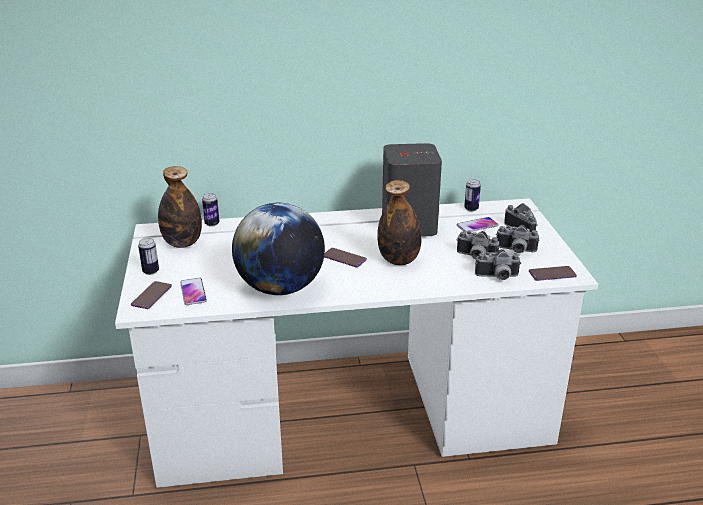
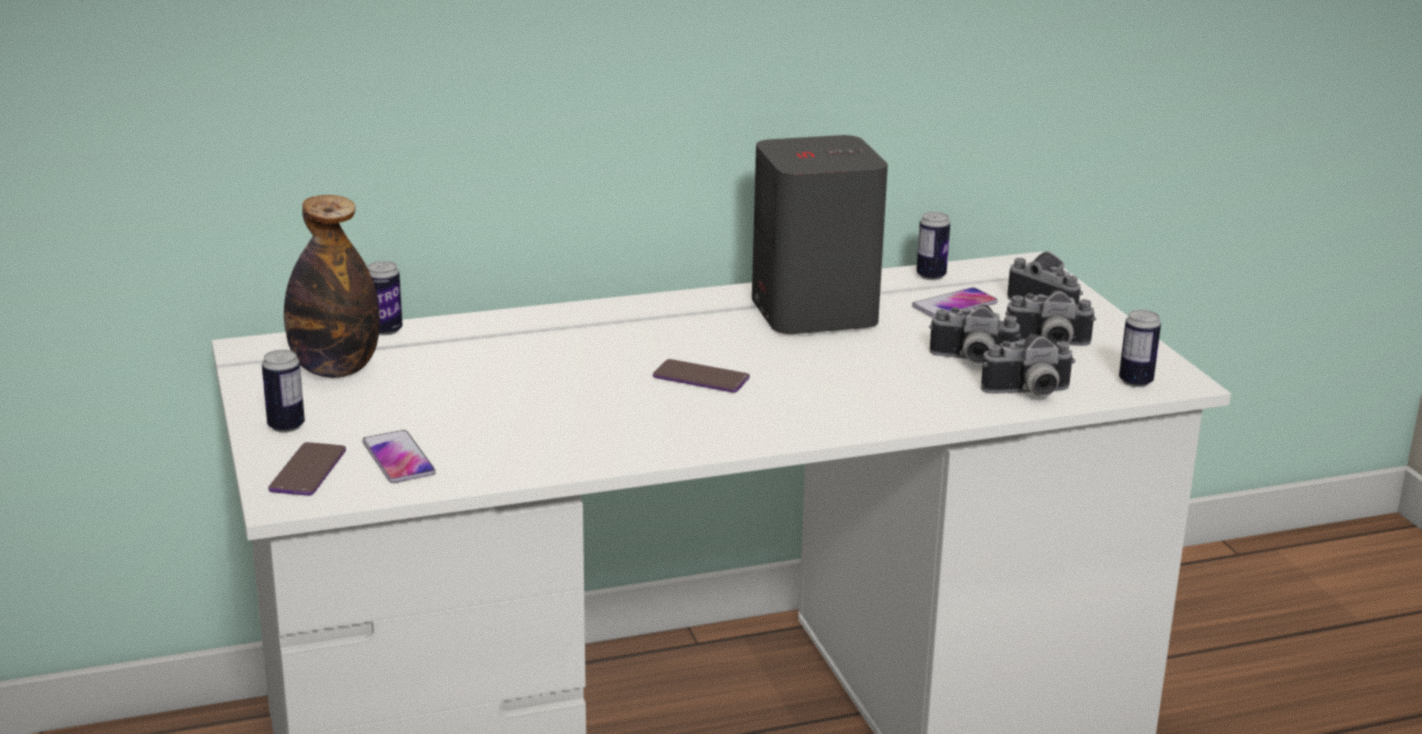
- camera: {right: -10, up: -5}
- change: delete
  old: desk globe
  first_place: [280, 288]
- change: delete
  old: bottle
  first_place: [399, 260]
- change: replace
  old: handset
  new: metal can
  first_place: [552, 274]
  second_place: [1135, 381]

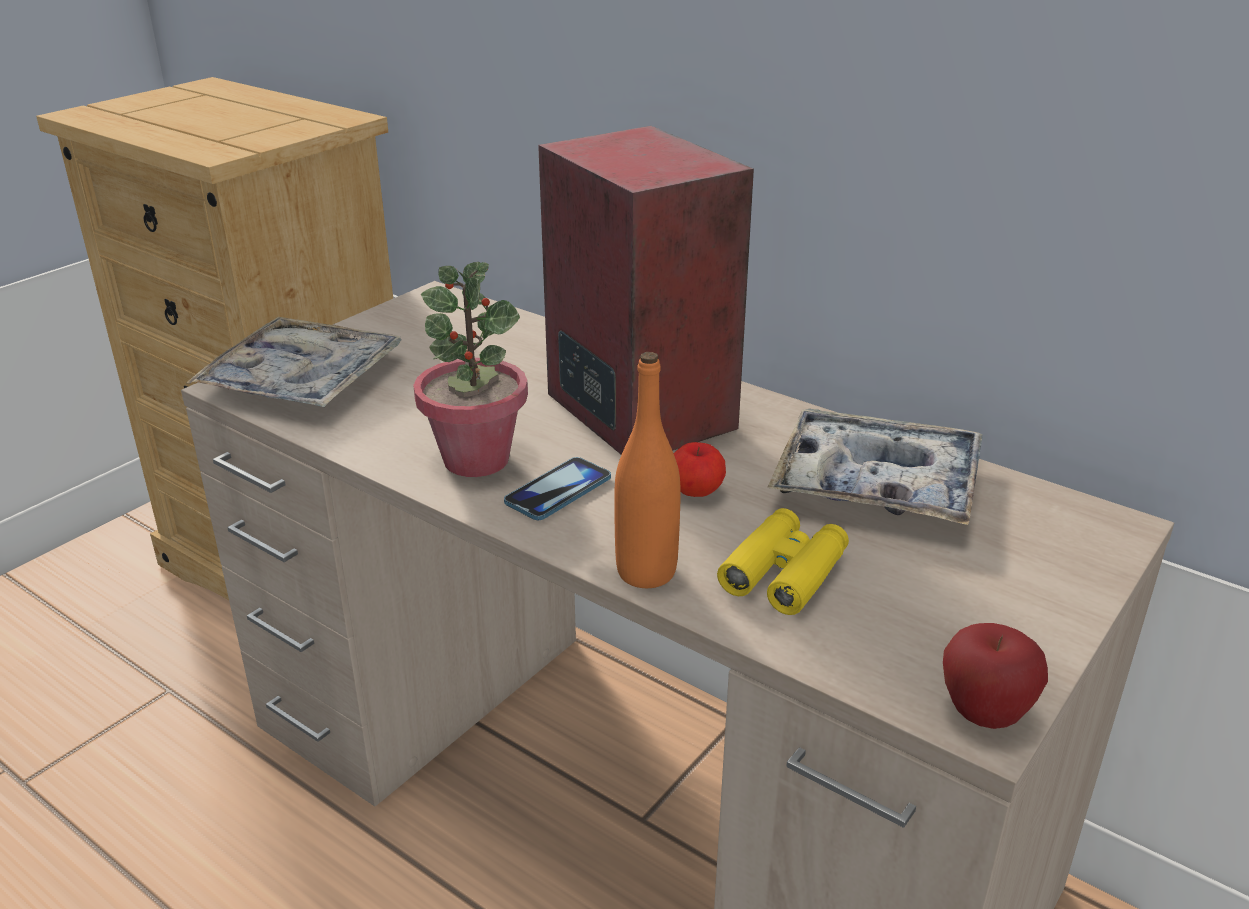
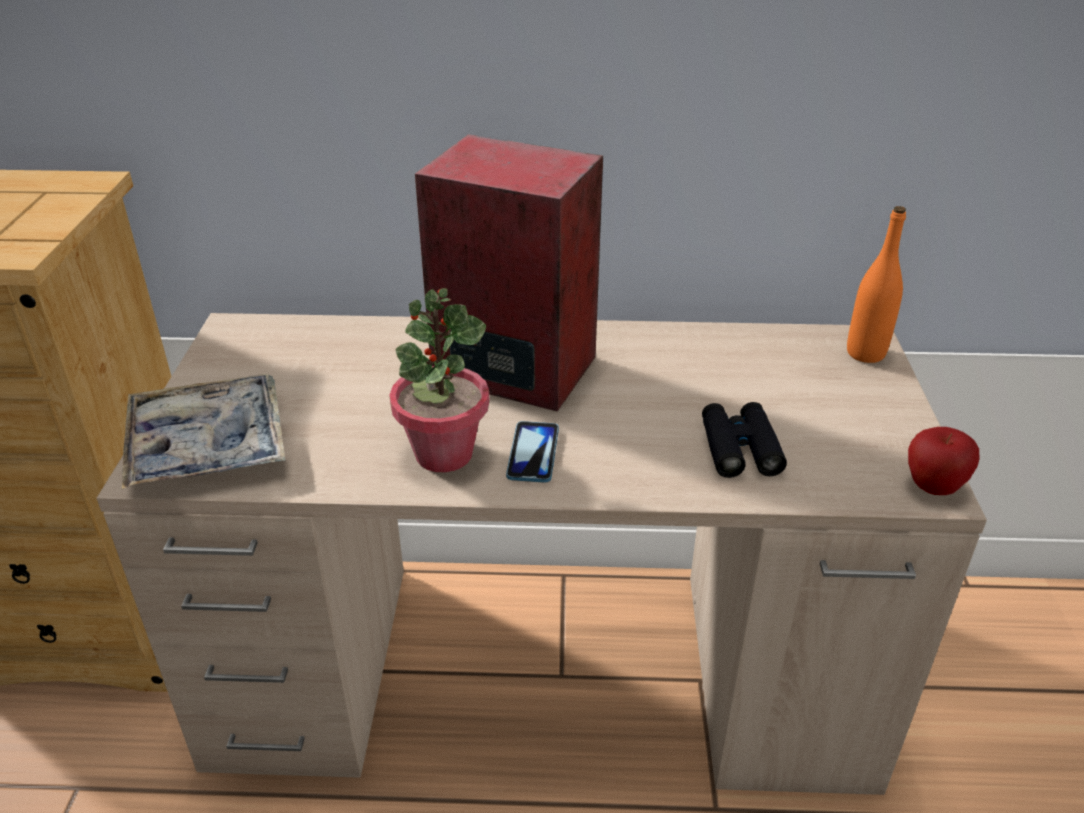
- camera: {right: -35, up: 5}
- change: delete
  old: apple fruit
  first_place: [695, 492]
- change: delete
  old: tray
  first_place: [877, 484]
- change: move
  old: bottle/orange
  first_place: [646, 572]
  second_place: [865, 353]
- change: recolor
  old: binoculars/yellow-coloured
  new: binoculars/black
  first_place: [784, 573]
  second_place: [739, 448]

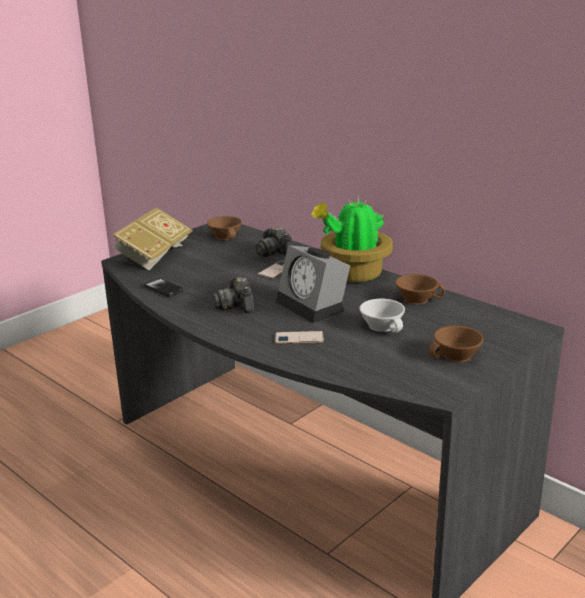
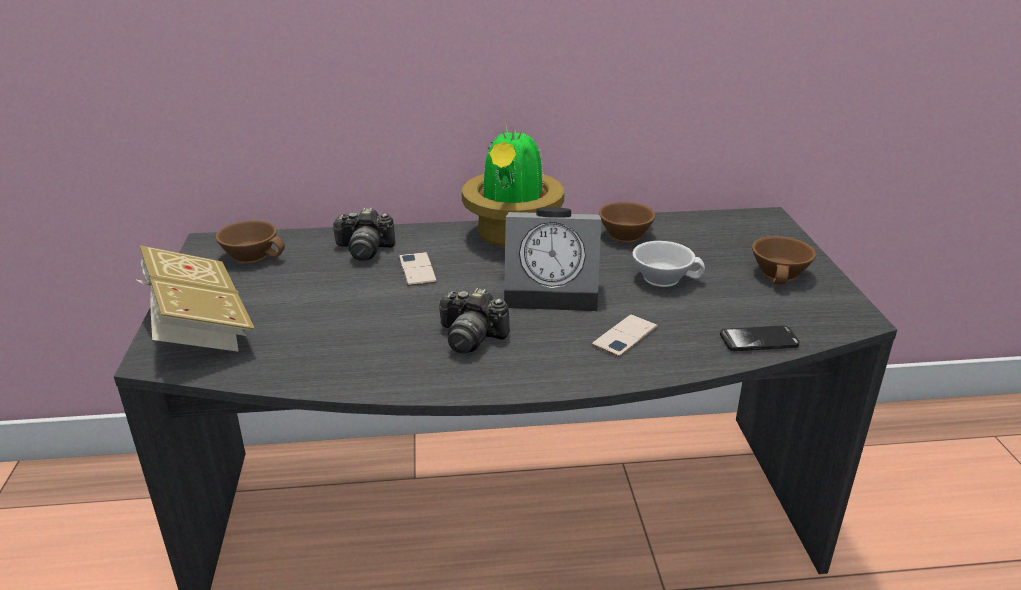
- camera: {right: -50, up: 5}
- change: move
  old: handset
  first_place: [164, 288]
  second_place: [758, 340]

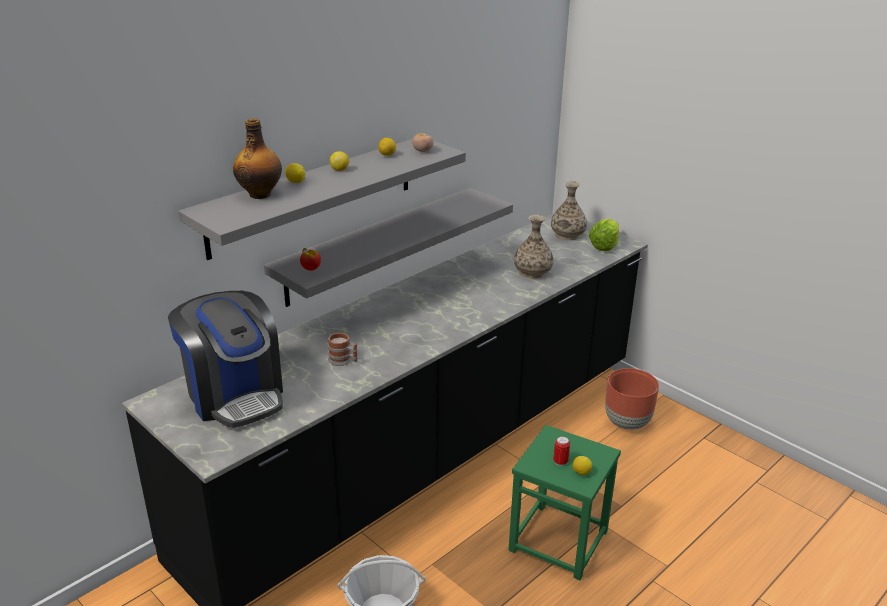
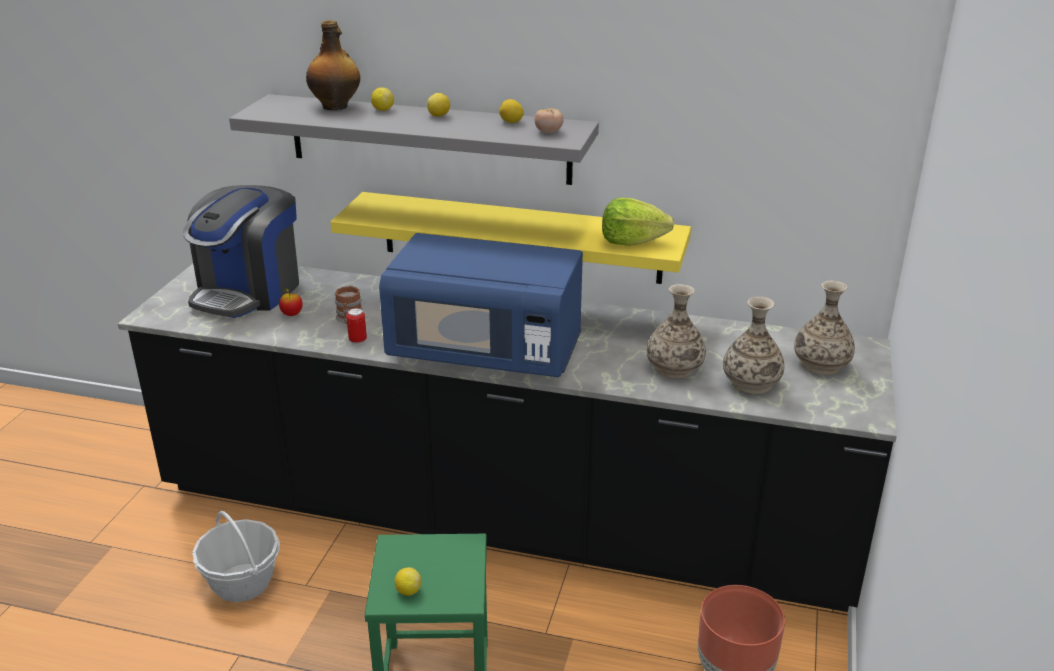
- camera: {right: 60, up: 0}
- change: insert
  new: kitchen microwave/blue-coloured
  second_place: [486, 352]
- change: insert
  new: flower vase
  second_place: [751, 382]
- change: move
  old: apple fruit
  first_place: [311, 269]
  second_place: [292, 314]
- change: move
  old: metal can
  first_place: [560, 462]
  second_place: [358, 341]
- change: move
  old: head of lettuce
  first_place: [604, 246]
  second_place: [632, 242]
- change: recolor
  old: bracket shelf/gray
  new: bracket shelf/yellow-coloured
  first_place: [377, 245]
  second_place: [520, 237]

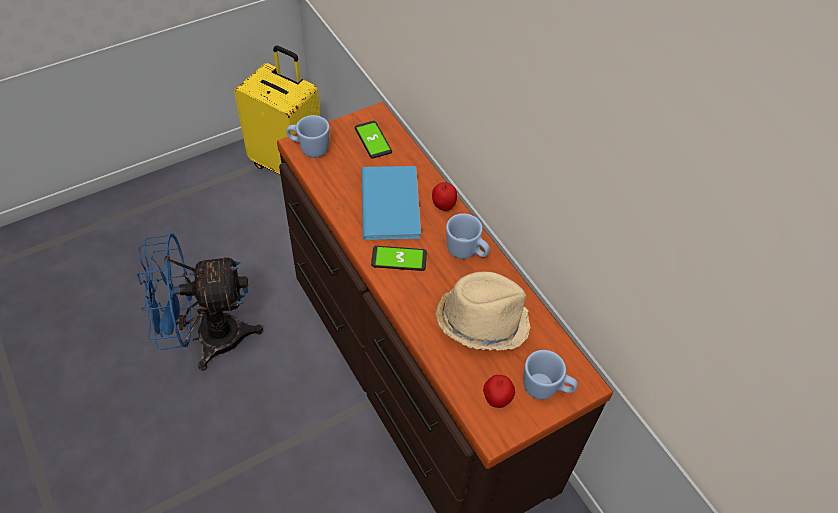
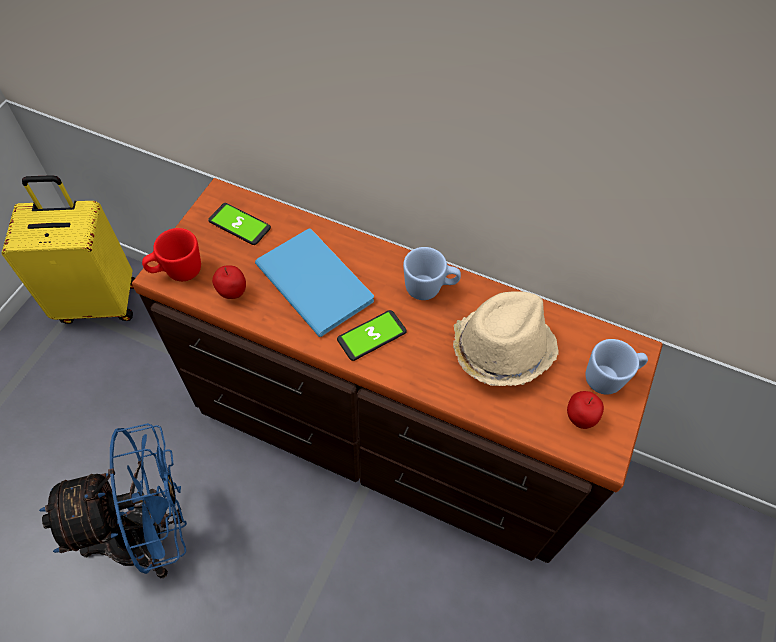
- camera: {right: -35, up: 5}
- change: move
  old: apple fruit
  first_place: [443, 207]
  second_place: [233, 293]
- change: recolor
  old: coffee mug/blue-coloured
  new: coffee mug/red
  first_place: [309, 148]
  second_place: [177, 272]
- change: rotate
  old: cooling fan/blue-coloured
  first_place: [207, 338]
  second_place: [152, 535]
  degrees: -150

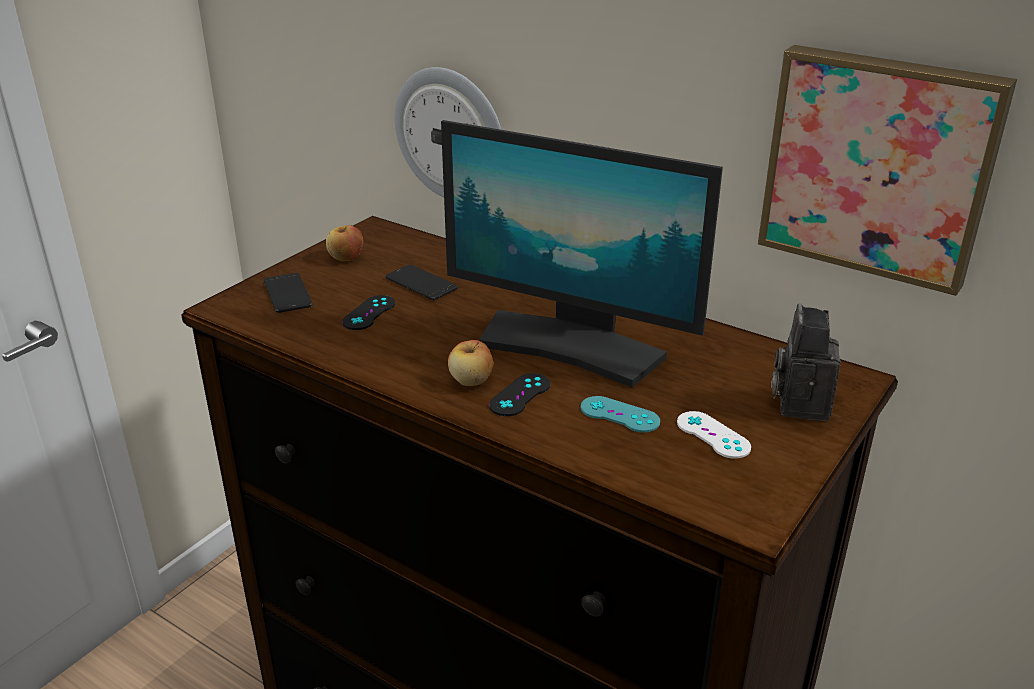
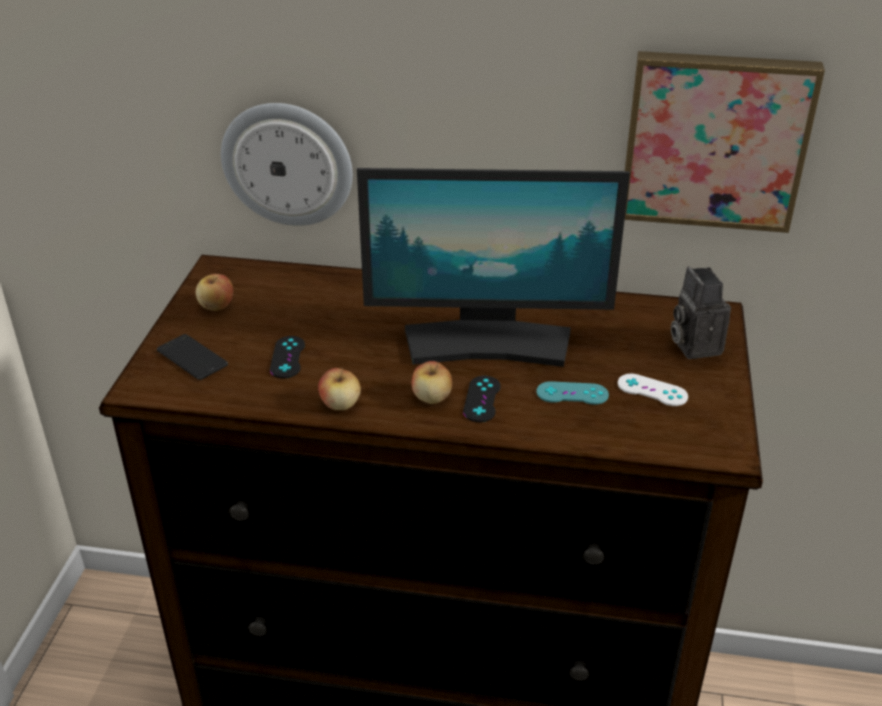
- camera: {right: -25, up: 5}
- change: delete
  old: handset
  first_place: [421, 283]
- change: insert
  new: apple fruit
  second_place: [340, 404]

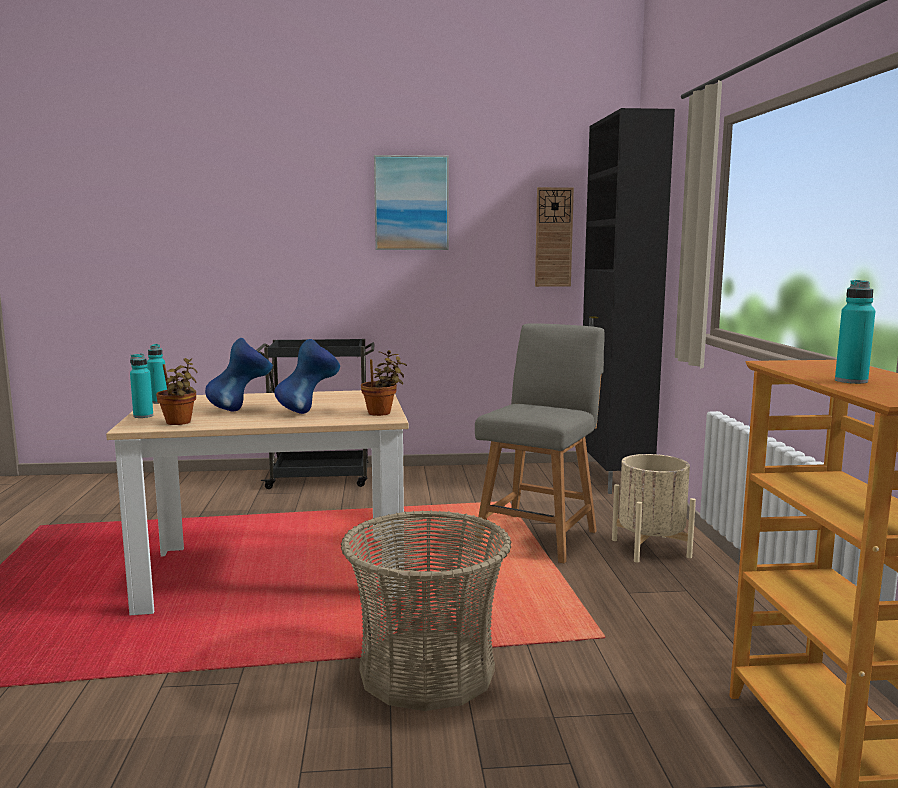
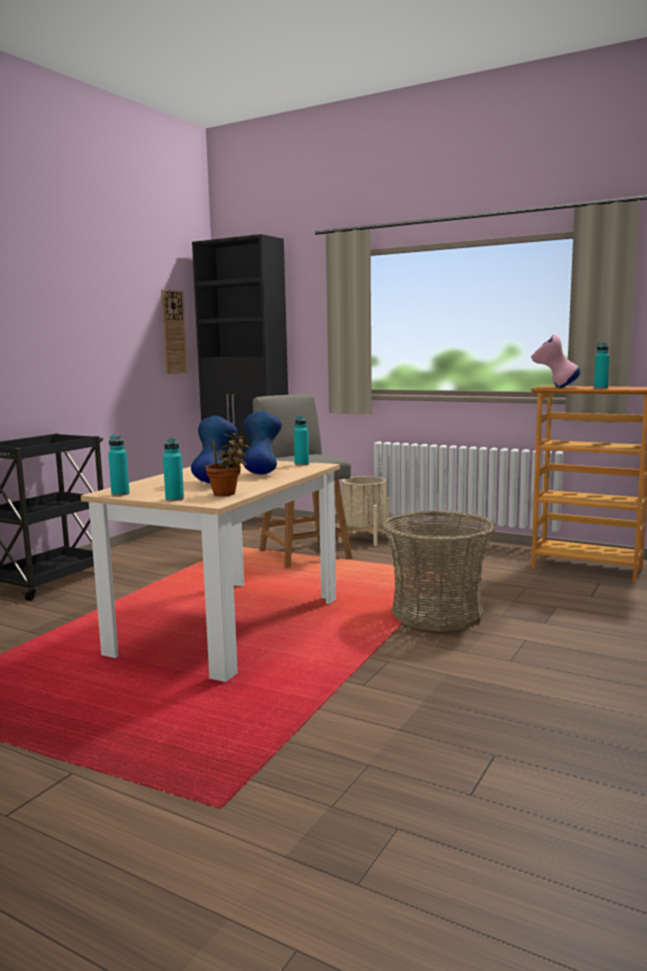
- camera: {right: -55, up: 0}
- change: delete
  old: picture
  first_place: [411, 203]
- change: insert
  new: flower vase/pinkish
  second_place: [554, 387]
- change: replace
  old: houseplant
  new: bottle/blue-green
  first_place: [382, 413]
  second_place: [301, 464]

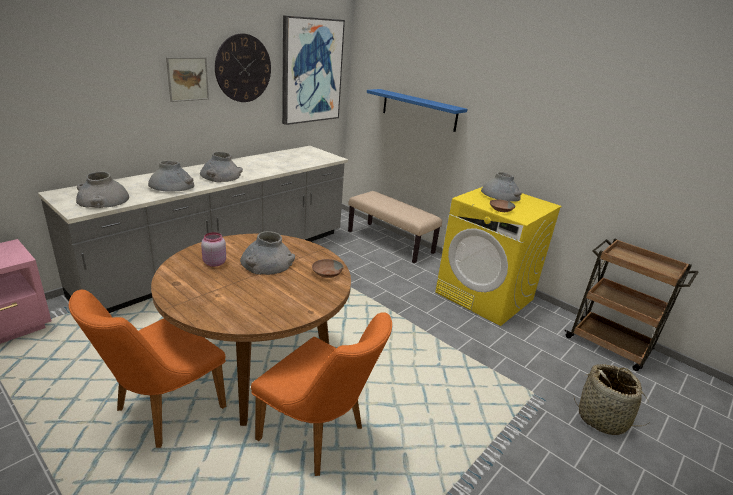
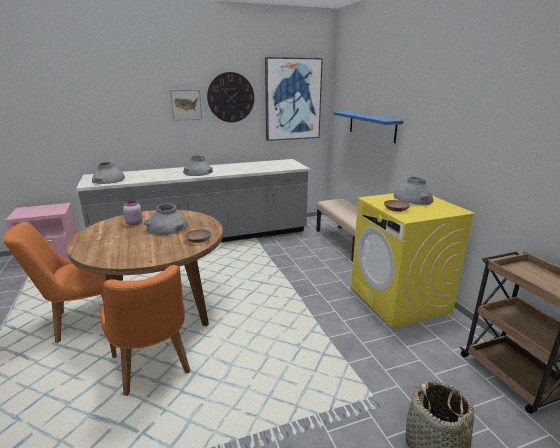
- camera: {right: 30, up: -5}
- change: delete
  old: flower vase/gray
  first_place: [171, 186]

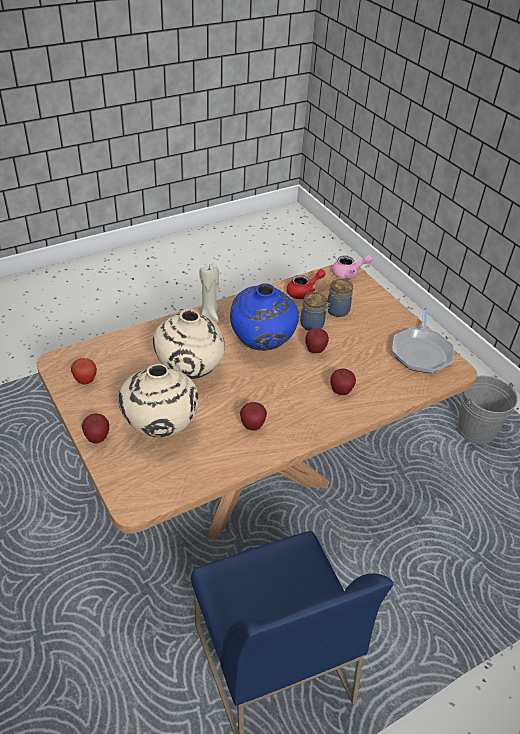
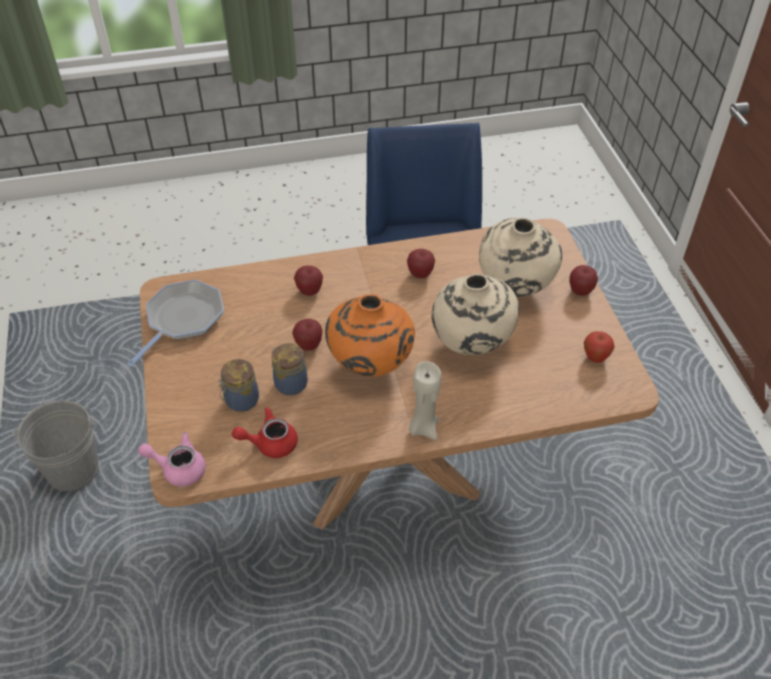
- camera: {right: -160, up: 5}
- change: recolor
  old: flower vase/blue-coloured
  new: flower vase/orange
  first_place: [262, 345]
  second_place: [370, 366]

